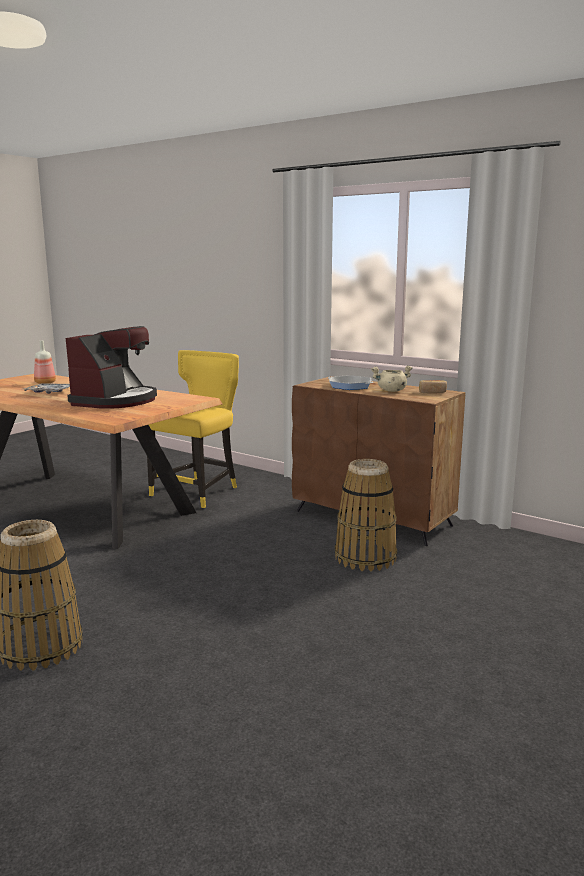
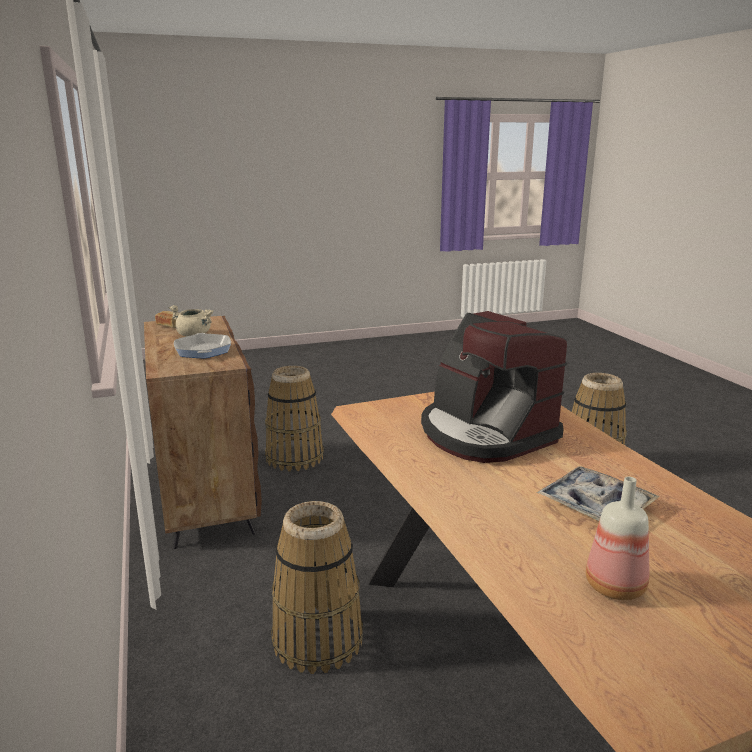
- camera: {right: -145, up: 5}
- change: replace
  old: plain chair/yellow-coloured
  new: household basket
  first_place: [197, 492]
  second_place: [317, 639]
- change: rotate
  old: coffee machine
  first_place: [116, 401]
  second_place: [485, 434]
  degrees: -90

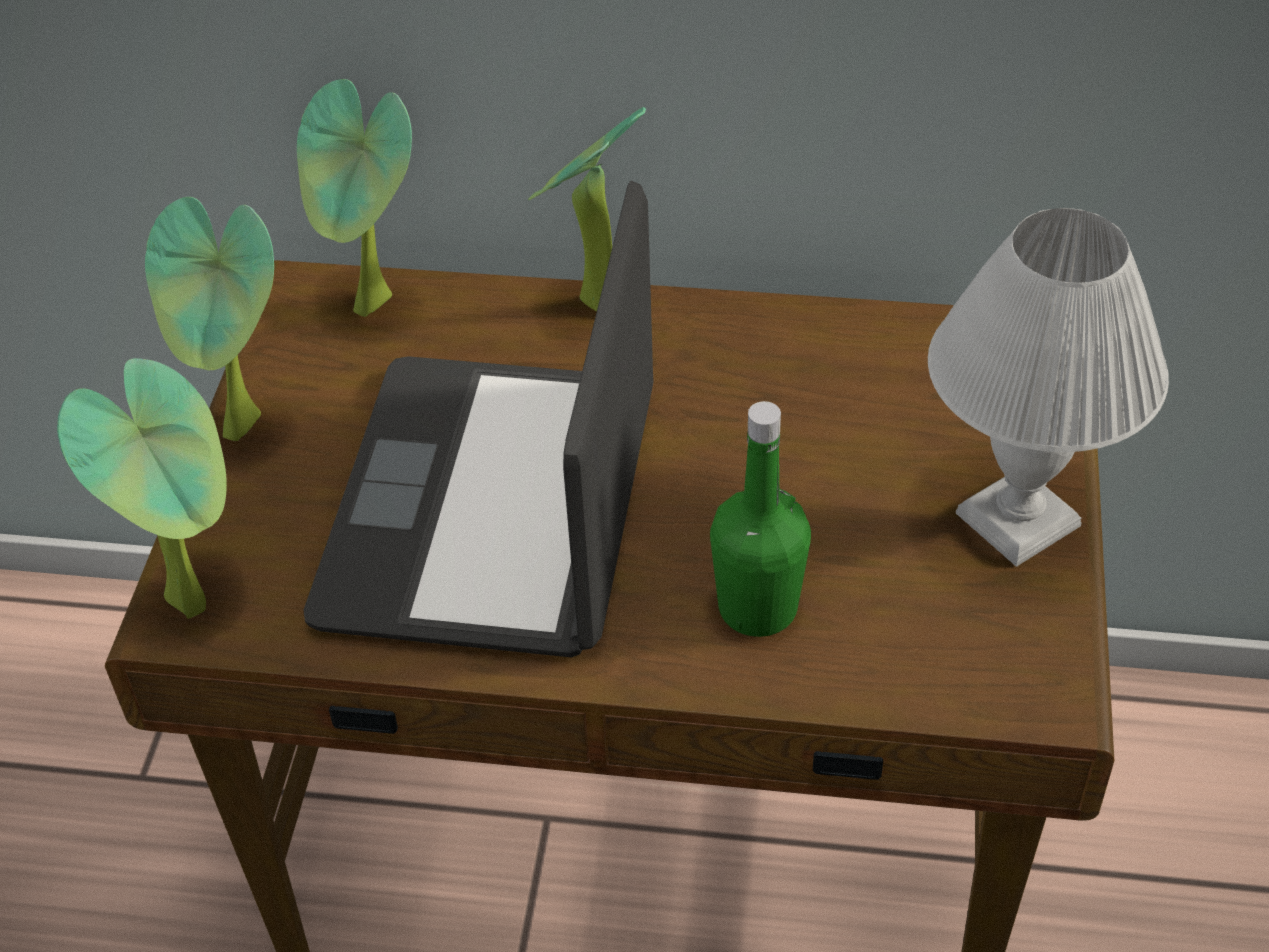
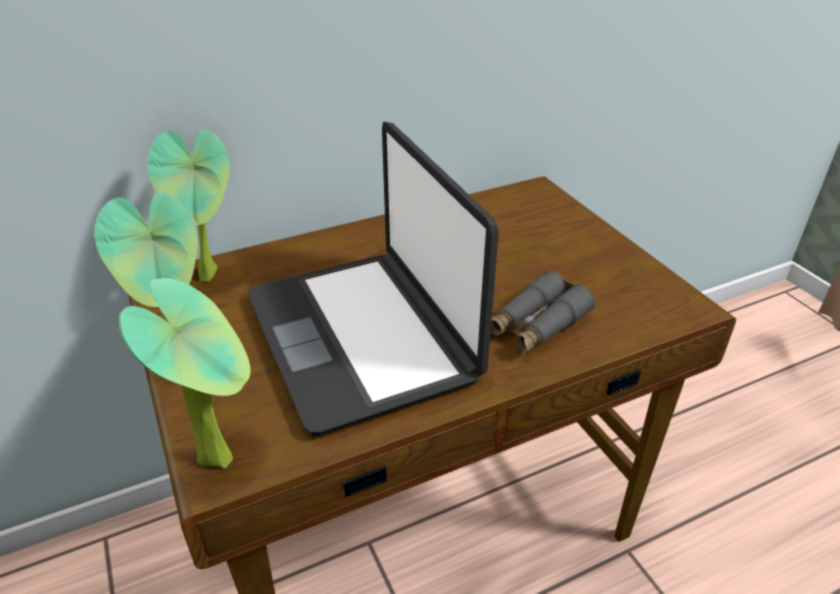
- camera: {right: -35, up: -10}
- change: delete
  old: houseplant
  first_place: [590, 306]
- change: delete
  old: tabletop lamp/white-coloured
  first_place: [1021, 520]
- change: replace
  old: bottle/green-coloured
  new: binoculars/gray
  first_place: [757, 608]
  second_place: [536, 325]

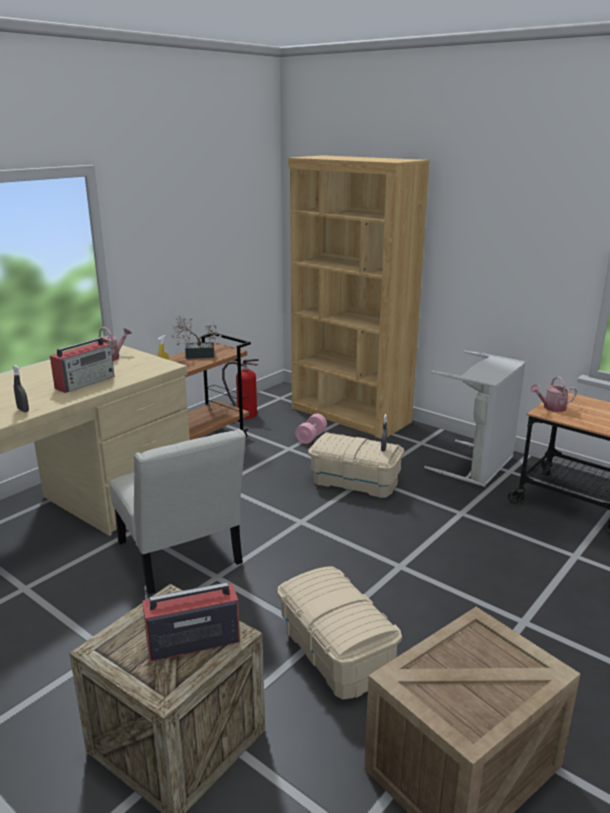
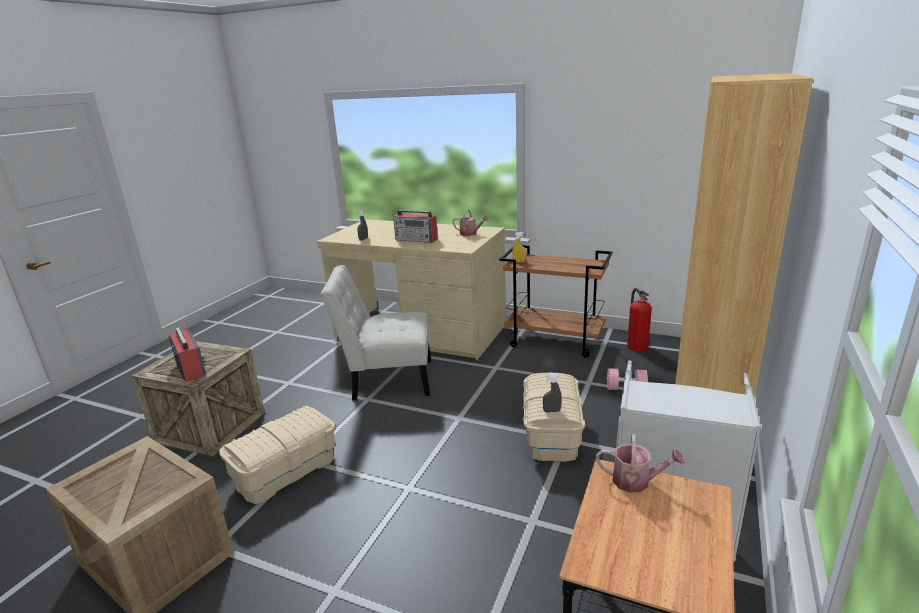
- camera: {right: 75, up: 0}
- change: delete
  old: houseplant
  first_place: [196, 355]
- change: rotate
  old: plain chair/white-coloured
  first_place: [181, 557]
  second_place: [387, 379]
  degrees: 45
- change: rotate
  old: watering pot
  first_place: [551, 408]
  second_place: [636, 481]
  degrees: 135

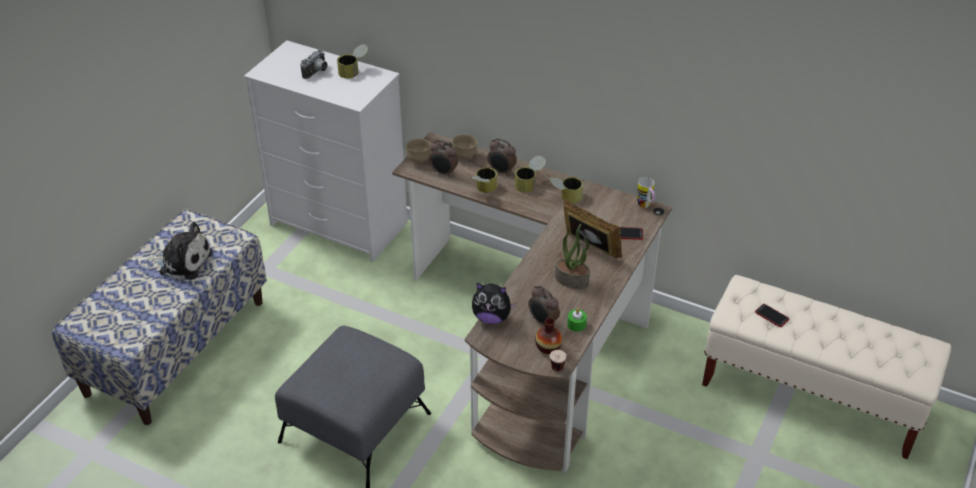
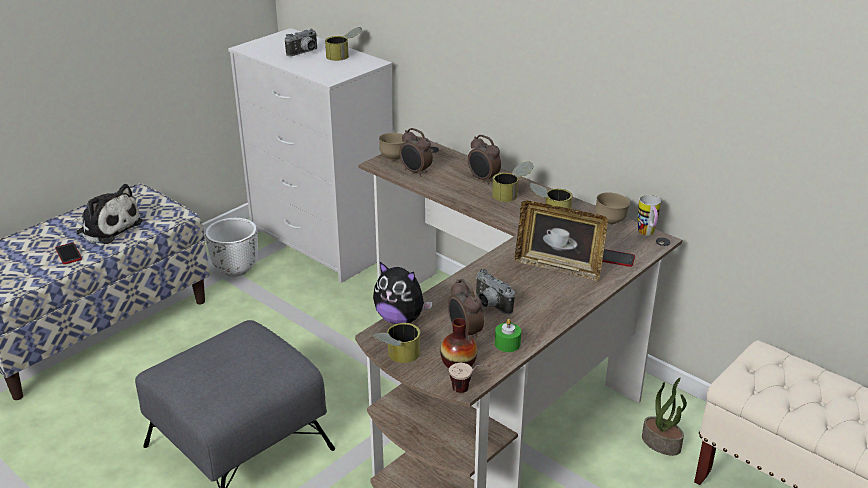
- camera: {right: 15, up: -10}
- change: insert
  new: plant pot/white-coloured
  second_place: [236, 269]
- change: insert
  new: photo camera
  second_place: [489, 305]
- change: move
  old: serving bowl/brown-coloured
  first_place: [465, 156]
  second_place: [610, 222]
- change: move
  old: metal can
  first_place: [484, 190]
  second_place: [397, 358]
- change: move
  old: houseplant
  first_place: [572, 279]
  second_place: [662, 443]
- change: move
  old: handset
  first_place: [771, 316]
  second_place: [68, 254]
- change: rotate
  old: standing frame
  first_place: [589, 249]
  second_place: [558, 267]
  degrees: 150

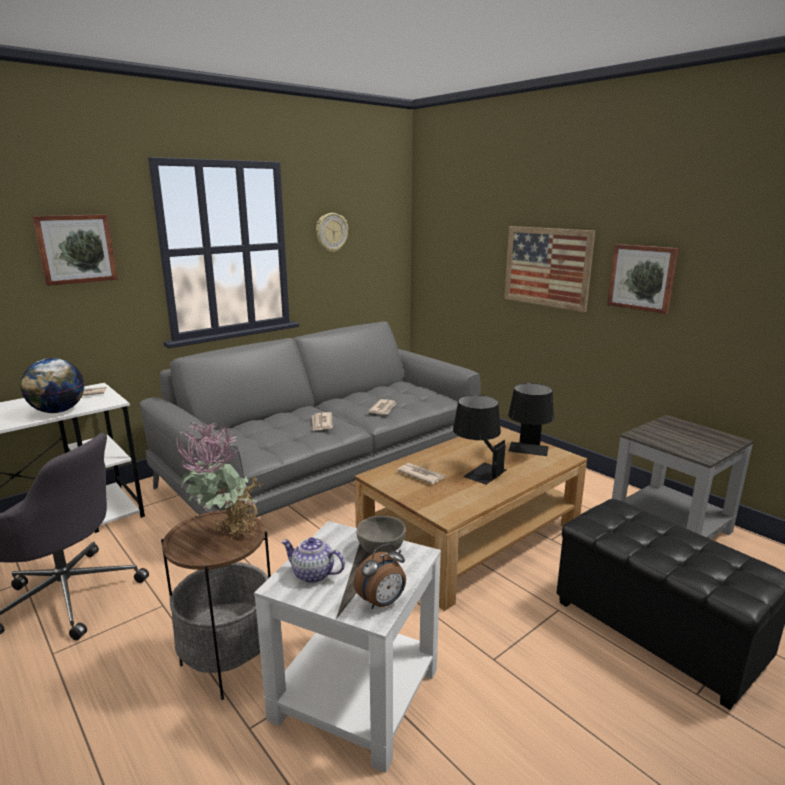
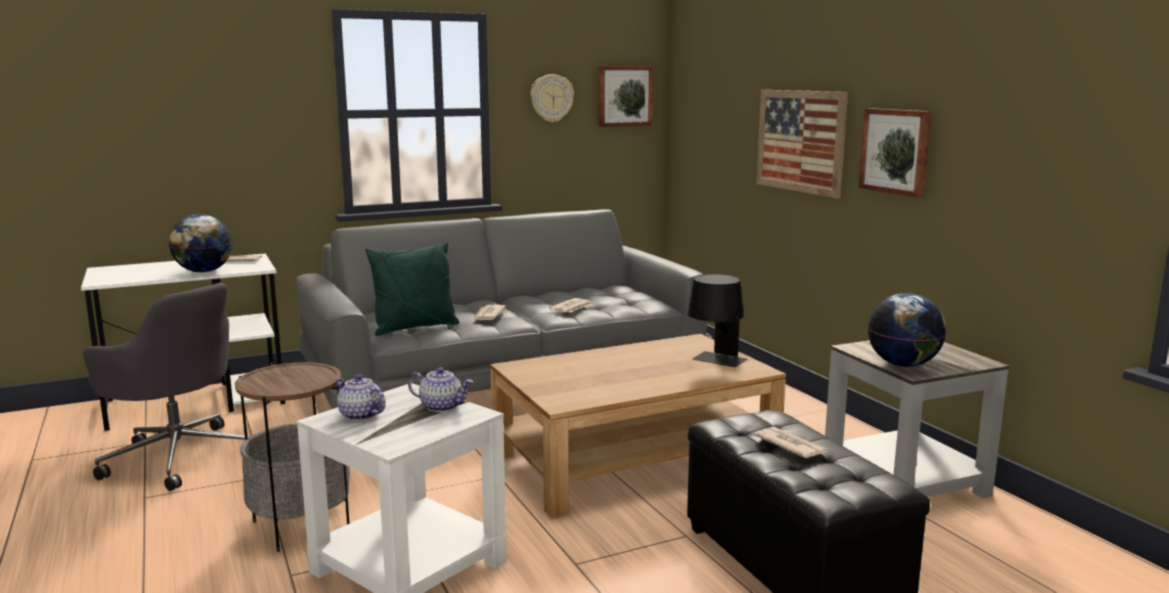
- camera: {right: 15, up: -5}
- change: delete
  old: houseplant
  first_place: [226, 537]
- change: delete
  old: alarm clock
  first_place: [382, 602]
- change: delete
  old: tabletop lamp/black
  first_place: [477, 470]
- change: insert
  new: pillow/green-coloured
  second_place: [415, 328]
- change: insert
  new: desk globe
  second_place: [903, 365]
- change: move
  old: picture
  first_place: [76, 249]
  second_place: [624, 96]
- change: move
  old: daily paper
  first_place: [421, 475]
  second_place: [790, 445]
- change: replace
  old: serving bowl/gray
  new: tea pot
  first_place: [380, 549]
  second_place: [442, 406]

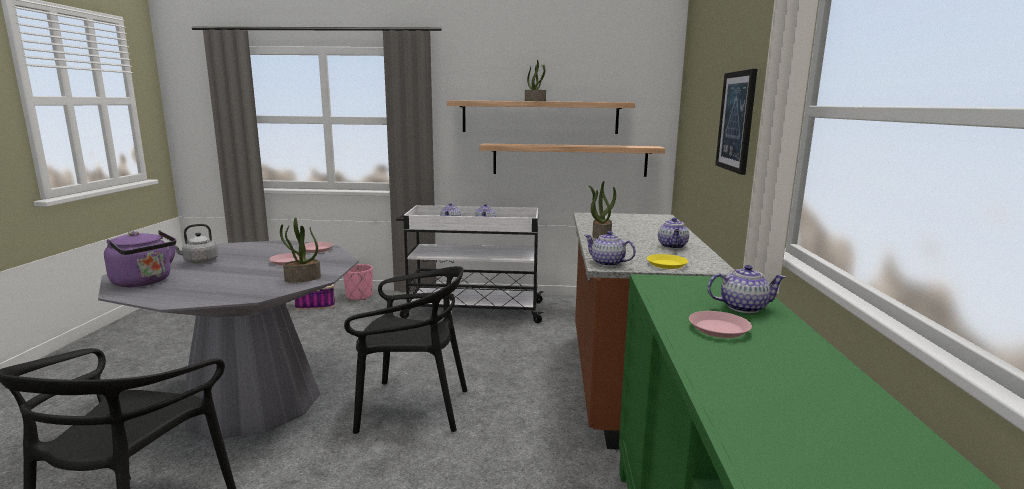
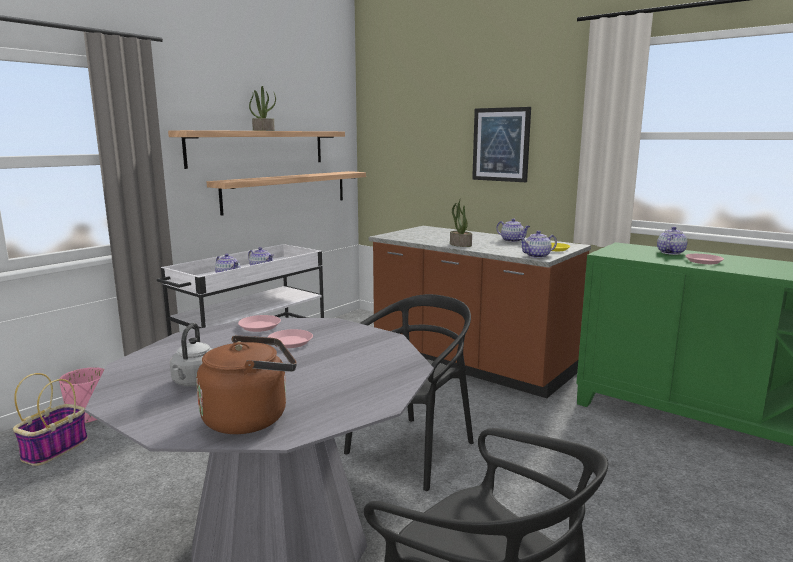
- camera: {right: -55, up: 0}
- change: delete
  old: houseplant
  first_place: [302, 279]
- change: recolor
  old: water kettle/purple
  new: water kettle/brown-coloured
  first_place: [144, 282]
  second_place: [251, 418]

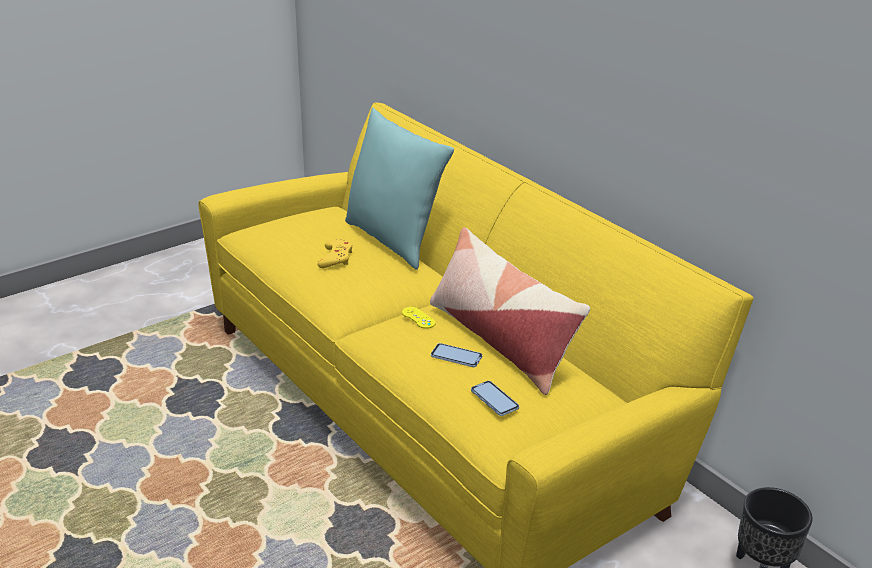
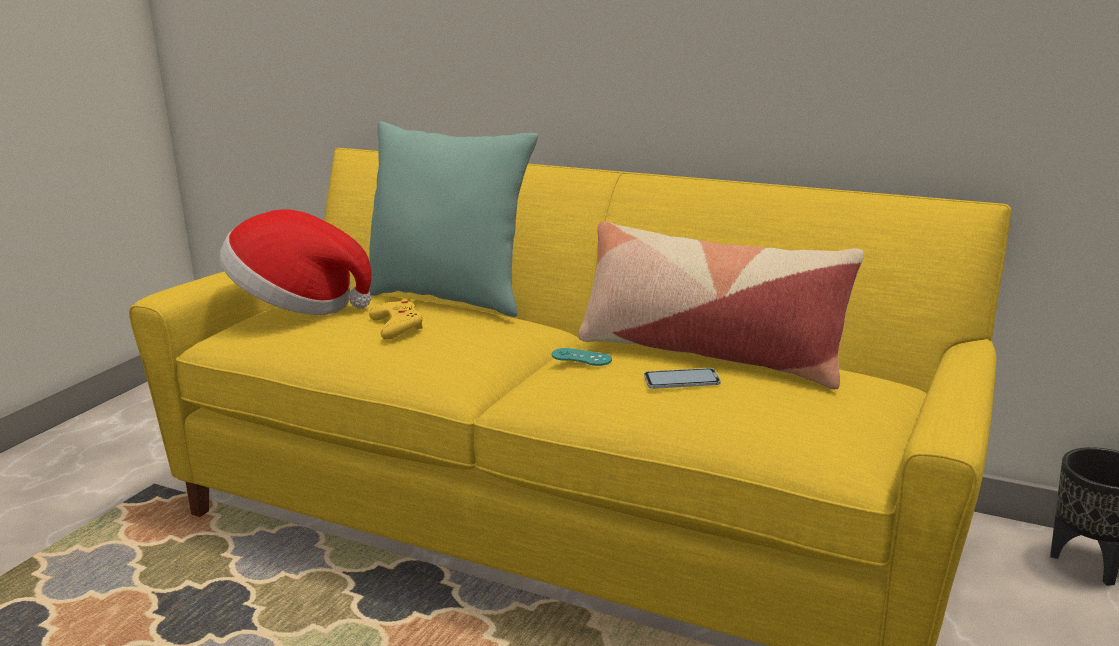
- camera: {right: -25, up: -10}
- change: delete
  old: handset
  first_place: [494, 399]
- change: insert
  new: wearable hat
  second_place: [297, 306]
- change: recolor
  old: game controller/yellow-coloured
  new: game controller/blue-green
  first_place: [418, 318]
  second_place: [581, 357]

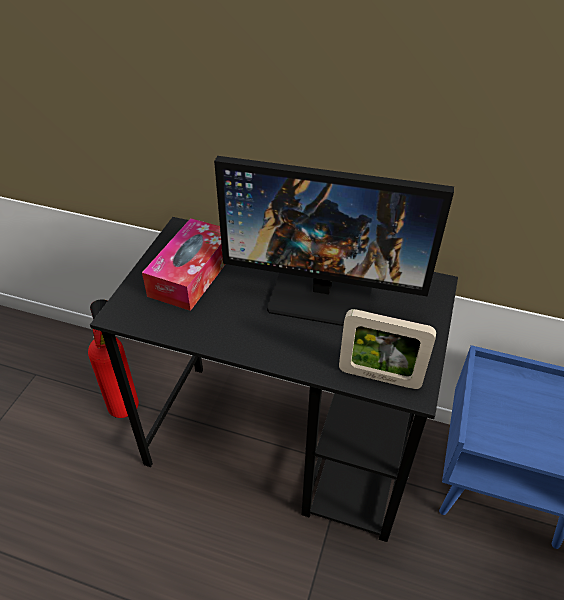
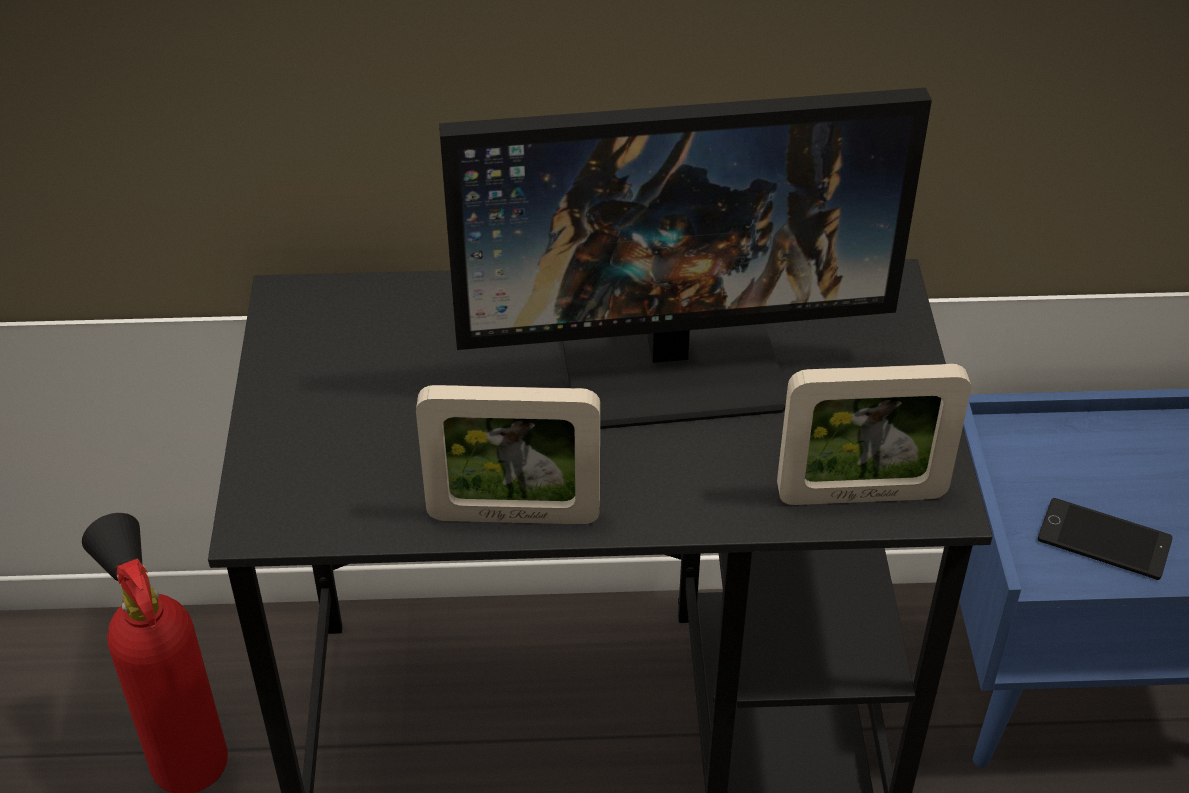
- camera: {right: -20, up: 0}
- change: delete
  old: tissue box
  first_place: [192, 274]
- change: insert
  new: standing frame
  second_place: [513, 515]
- change: insert
  new: handset
  second_place: [1104, 540]

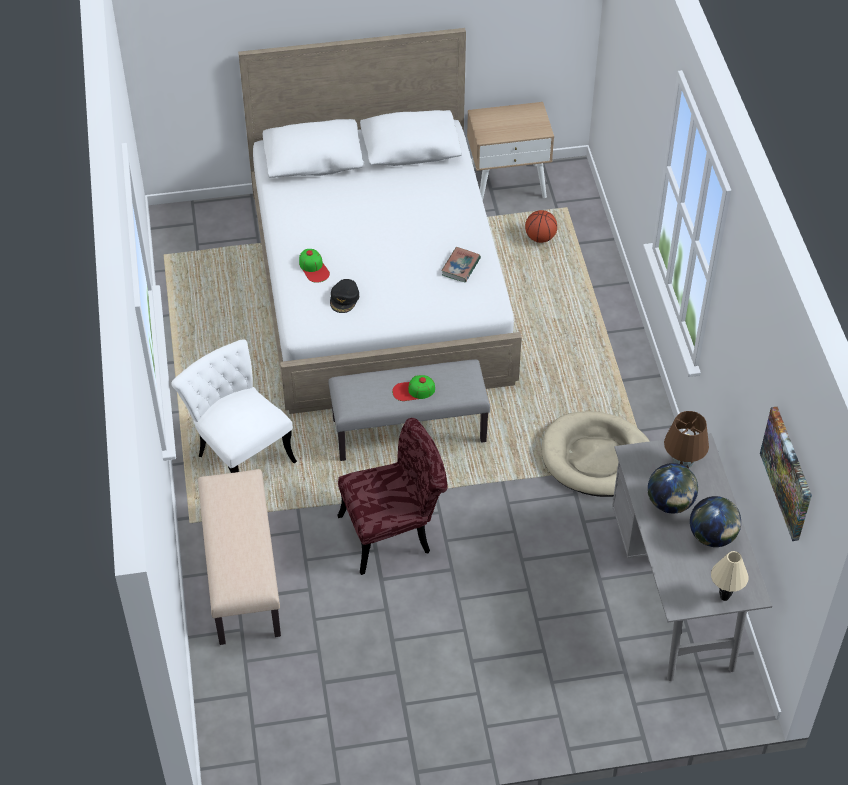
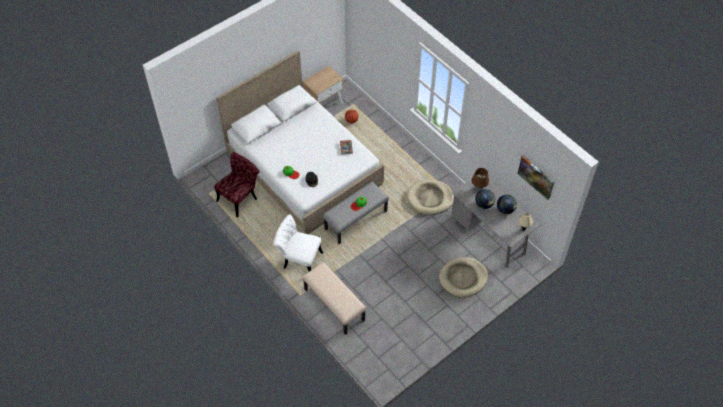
- camera: {right: -30, up: 5}
- change: insert
  new: dog cushion/beige-coloured
  second_place: [463, 278]
- change: move
  old: plain chair/red
  first_place: [394, 532]
  second_place: [240, 198]

